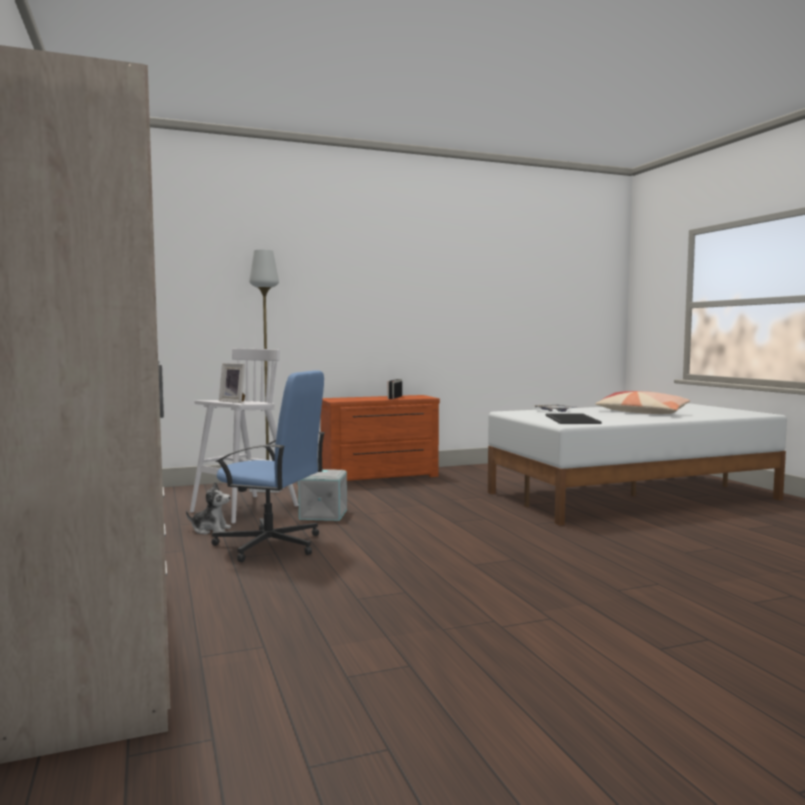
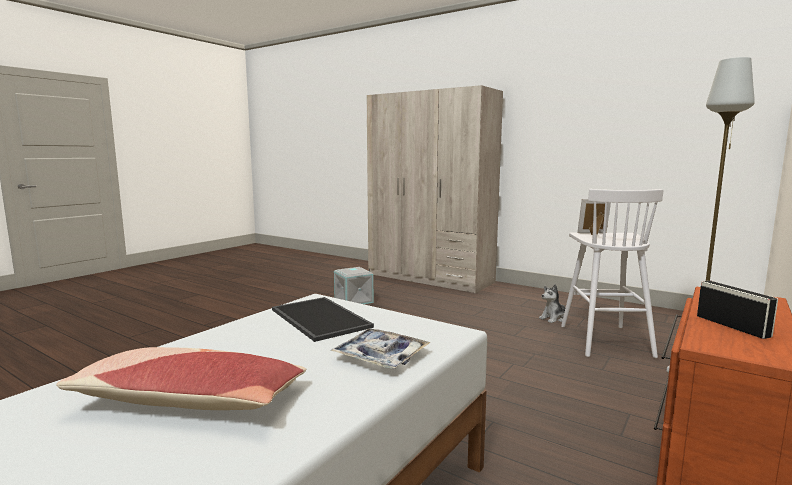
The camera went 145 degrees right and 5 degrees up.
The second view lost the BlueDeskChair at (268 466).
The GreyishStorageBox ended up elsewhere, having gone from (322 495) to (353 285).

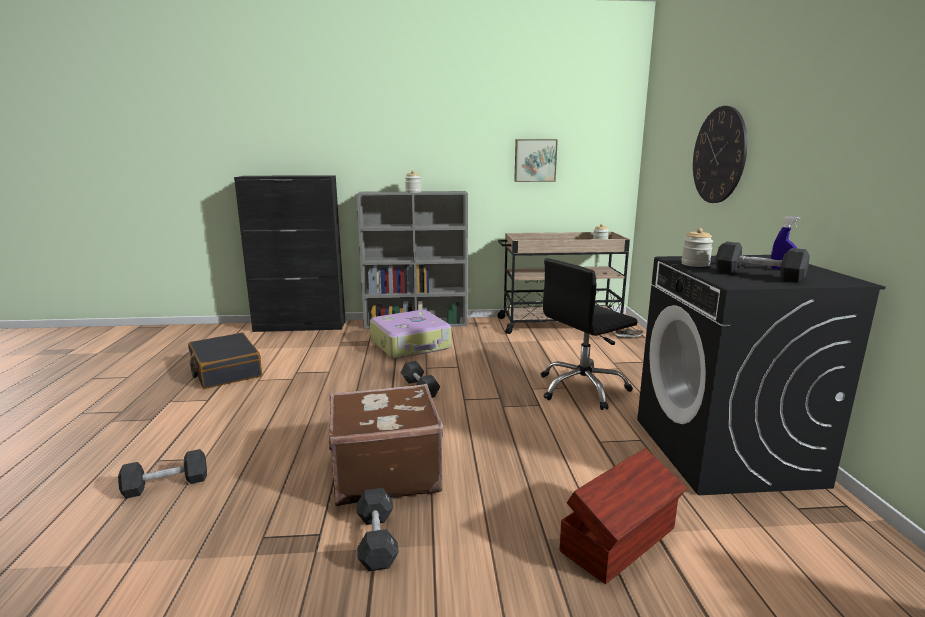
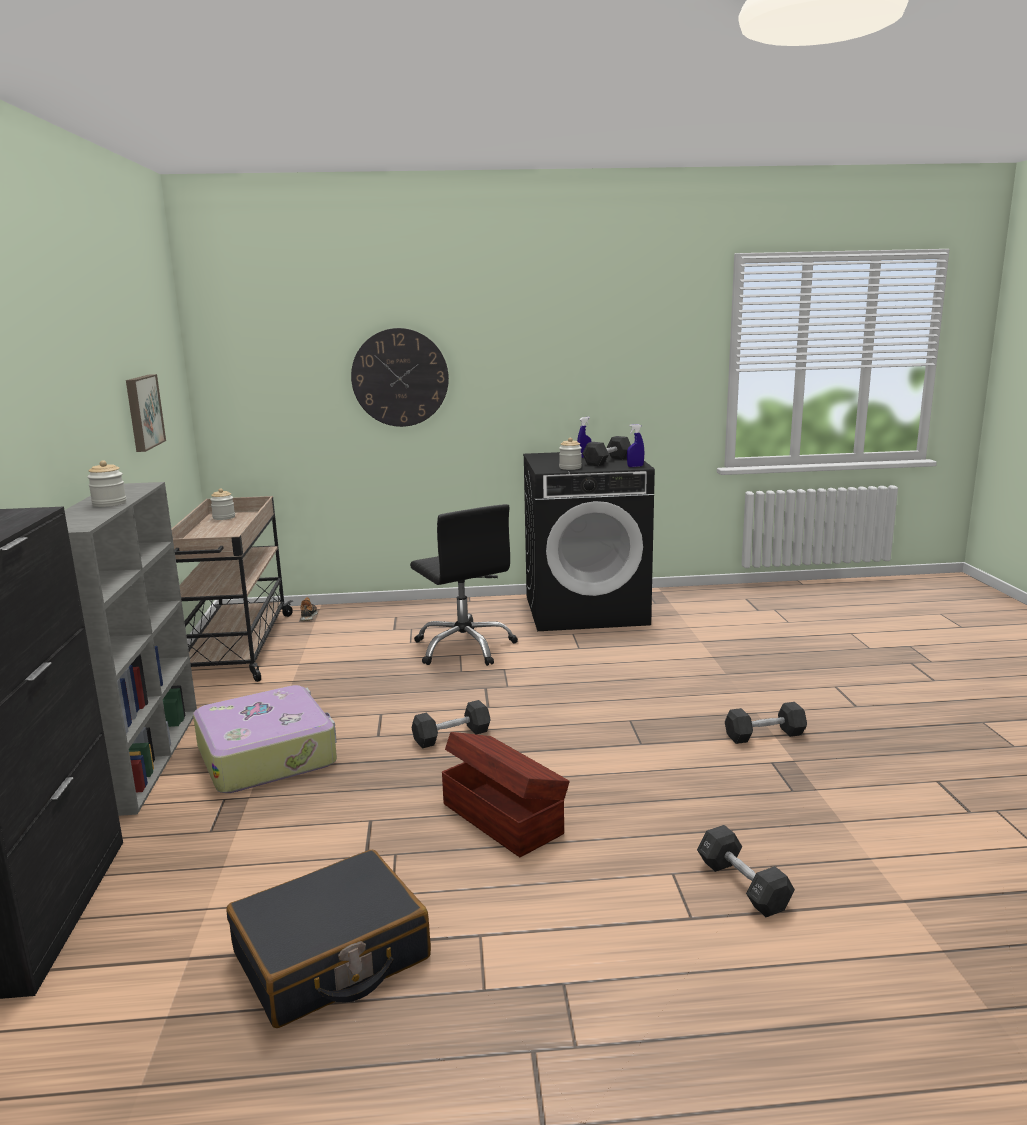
The camera went 90 degrees left and 0 degrees up.
The second view lost the BrownPieceOfLuggage at (386 445).
The BrownStorageBox ended up elsewhere, having gone from (623 516) to (506 794).
The second view gained the BlueSprayBottle at (635 445).

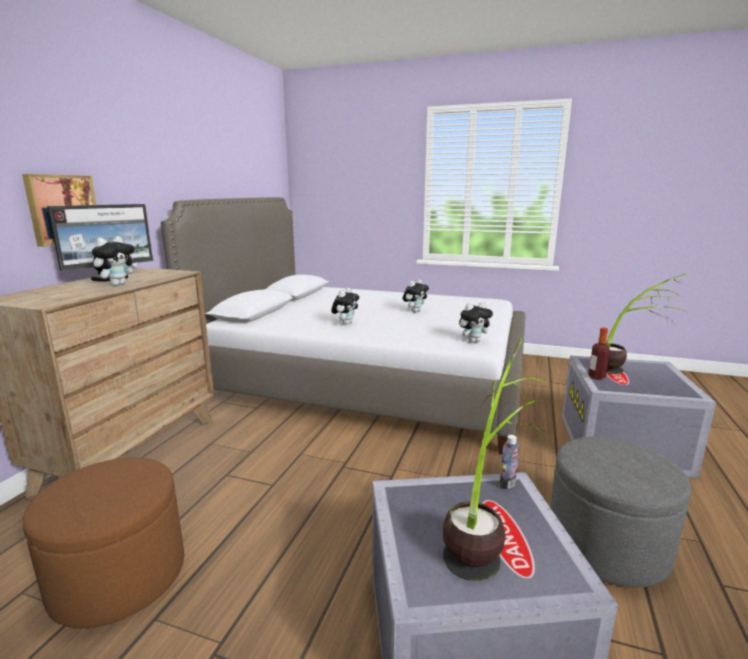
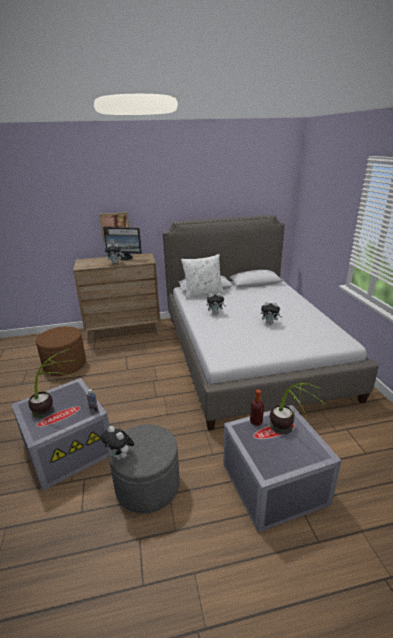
The camera went 60 degrees right and 10 degrees up.
The PlushToy ended up elsewhere, having gone from (476 322) to (117 443).
The second view gained the WhiteCushion at (202 276).

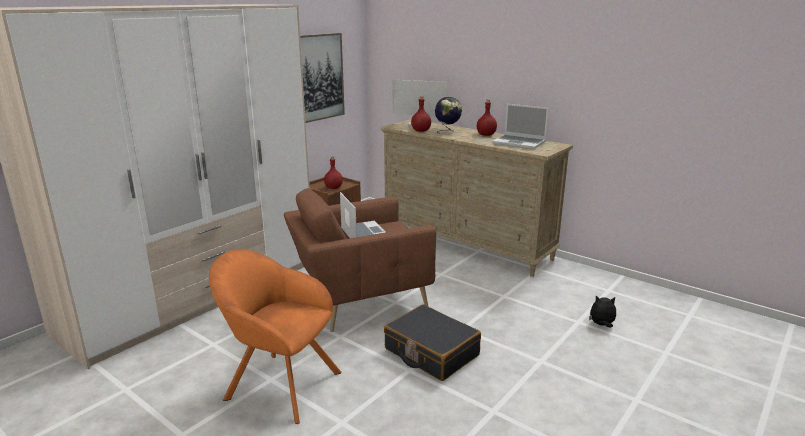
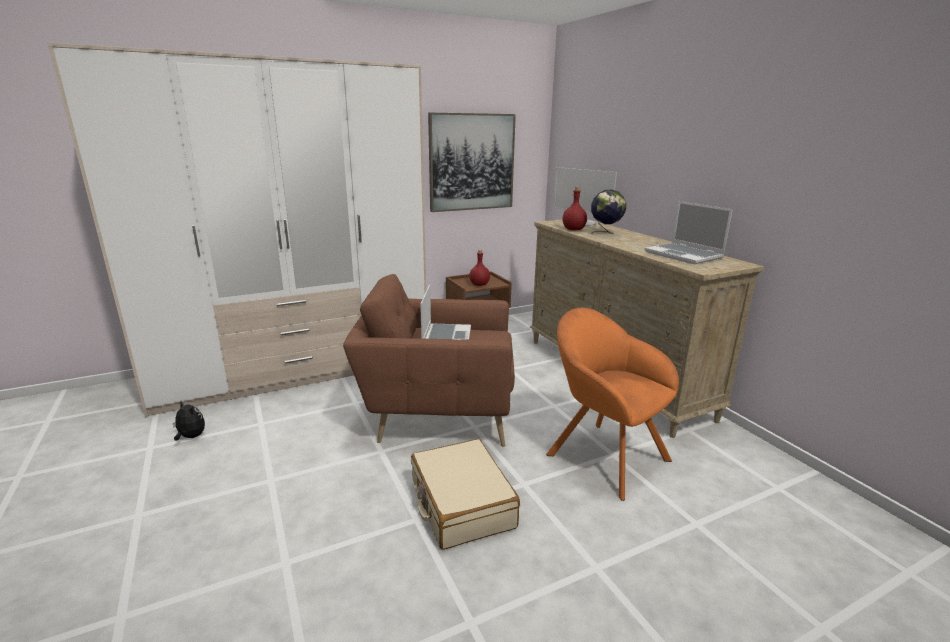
The camera went 25 degrees right and 0 degrees up.
The second view lost the ReddishBottle at (487 117).
The OrangeColouredLoungeChair ended up elsewhere, having gone from (275 336) to (612 404).
The PlushToy ended up elsewhere, having gone from (602 312) to (189 421).
What was the BlackColouredPieceOfLuggage at (432 342) turned into the BeigePieceOfLuggage at (465 494).

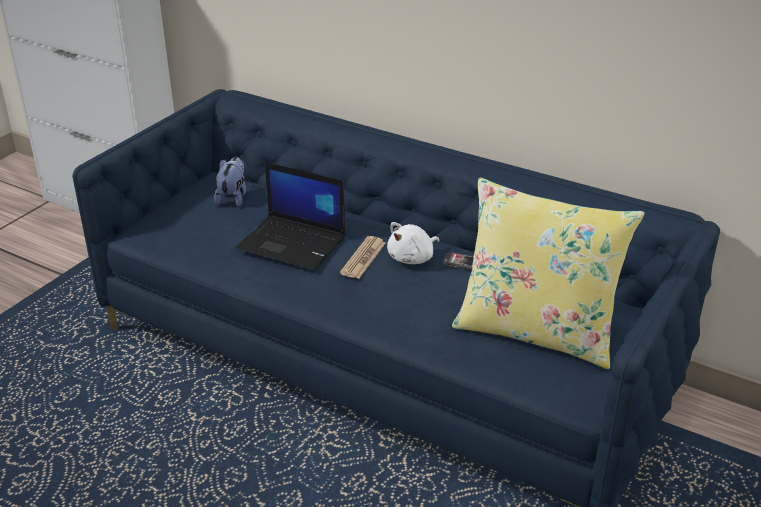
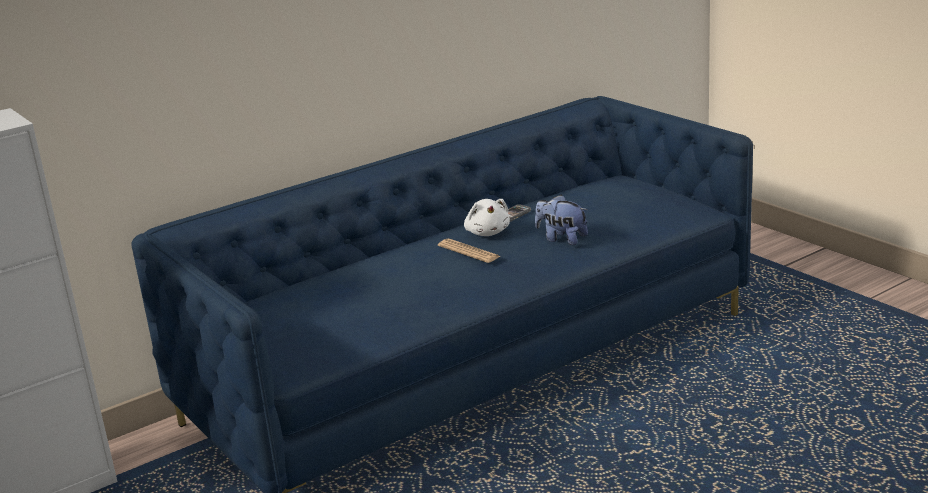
The camera went 65 degrees left and 10 degrees down.
The PlushToy ended up elsewhere, having gone from (230 182) to (561 220).
The second view lost the PortableComputer at (290 216).
The second view lost the YellowColouredCushion at (548 273).

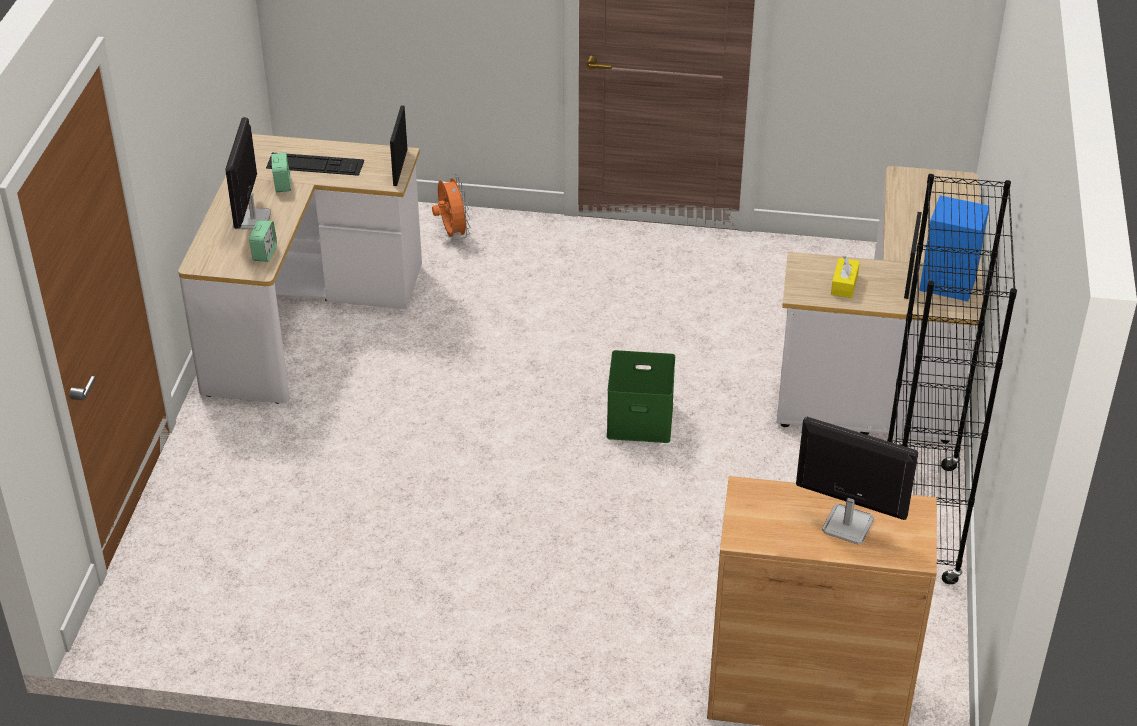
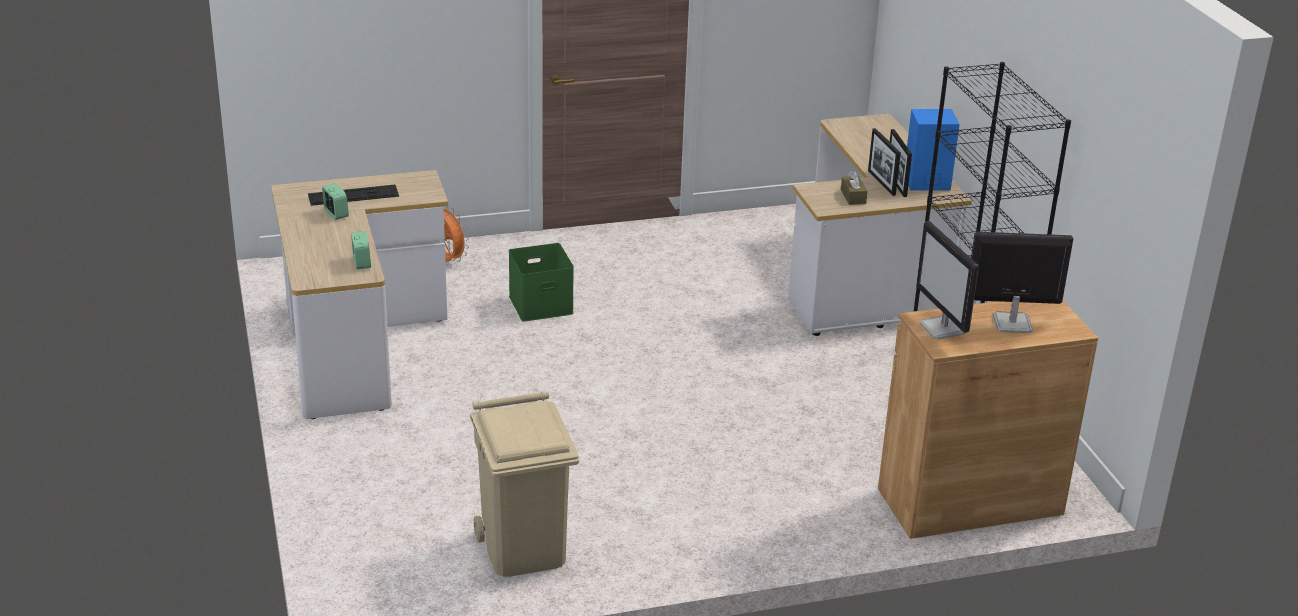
The camera went 25 degrees left and 10 degrees down.
The StandingFrame ended up elsewhere, having gone from (399 145) to (884 162).
The ComputerDisplay ended up elsewhere, having gone from (248 173) to (947 280).
What was the YellowColouredBoxOfTissues at (845 277) turned into the BrownBoxOfTissues at (854 188).
The GreenColouredStorageBox ended up elsewhere, having gone from (641 396) to (541 282).
The second view gained the BeigeWasteBin at (524 484).

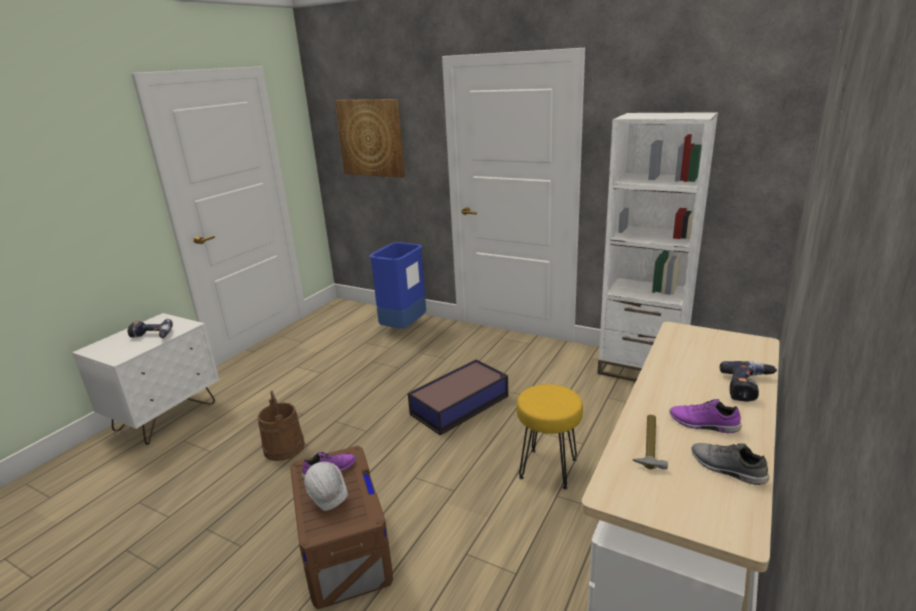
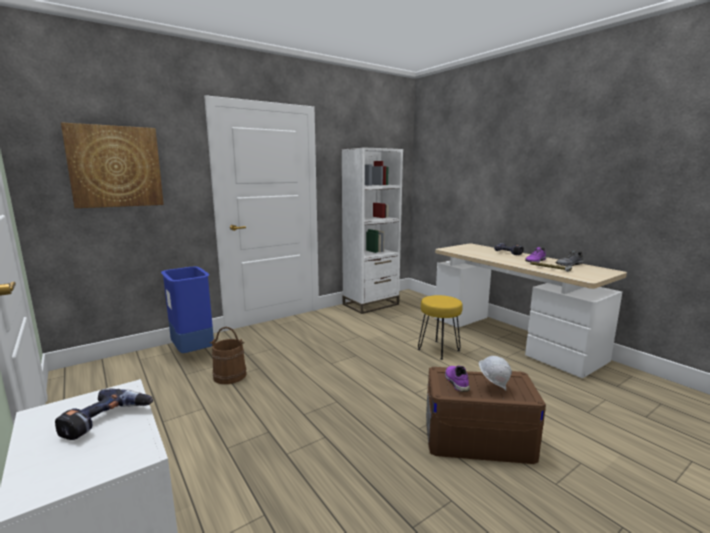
The camera went 65 degrees left and 10 degrees down.
The second view lost the StorageBox at (458 398).
The BrownPail ended up elsewhere, having gone from (281 426) to (228 355).

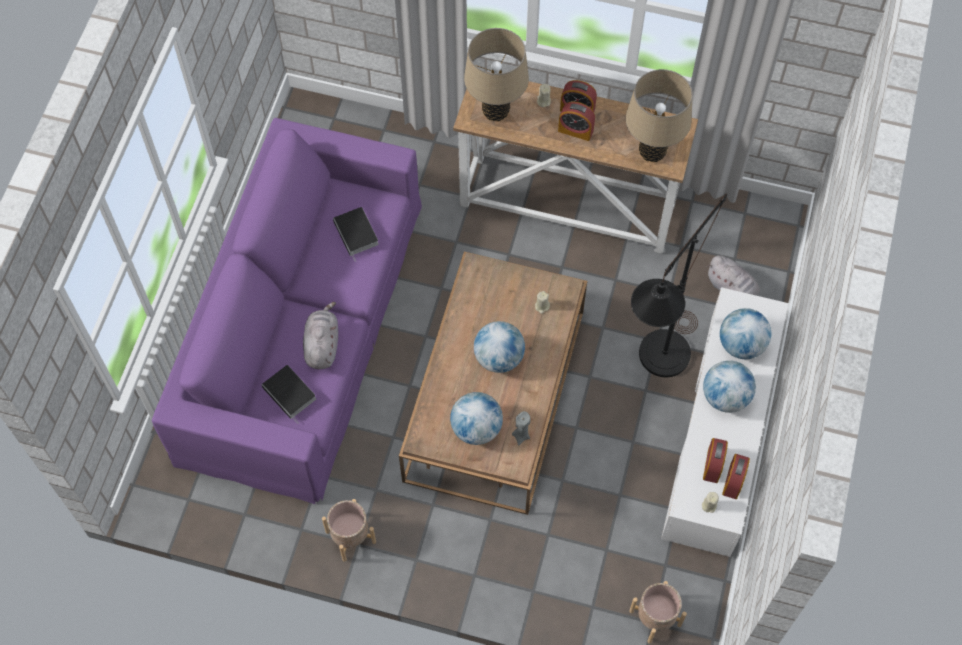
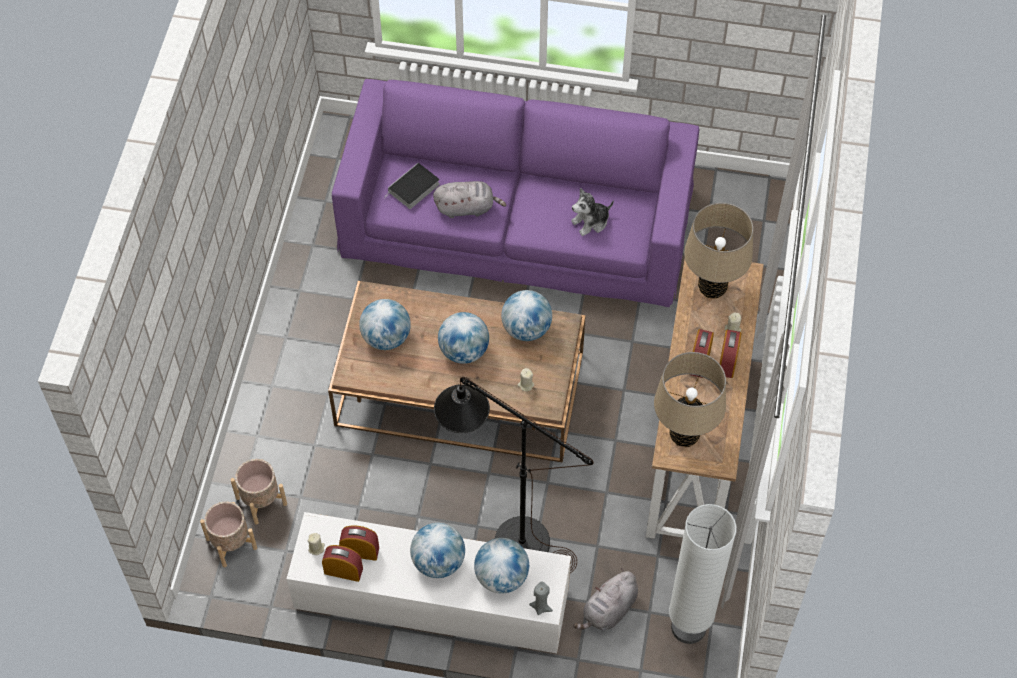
The camera went 85 degrees right and 5 degrees down.
Where the Book stood at (356 234), the PlushToy came to stand at (592 212).
The GreyishWaxCandle ended up elsewhere, having gone from (521 428) to (541 598).
The BeigeFlowerPot ended up elsewhere, having gone from (349 530) to (259 492).
The second view gained the DeskGlobe at (526 315).
The second view gained the WhiteStandingLamp at (703 574).

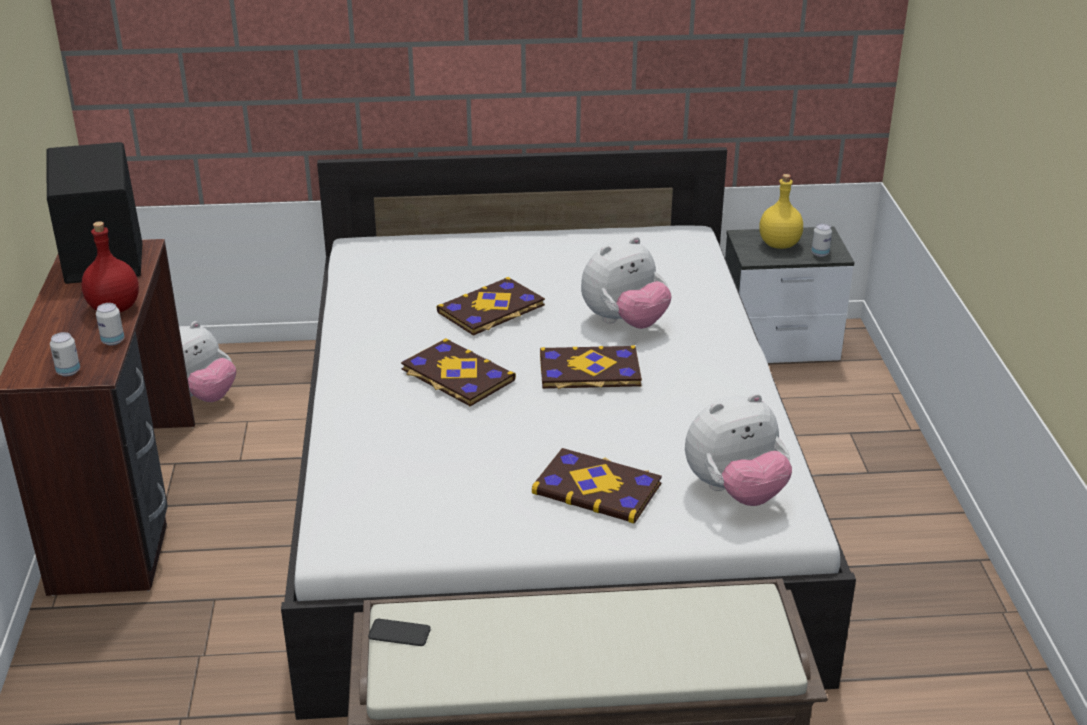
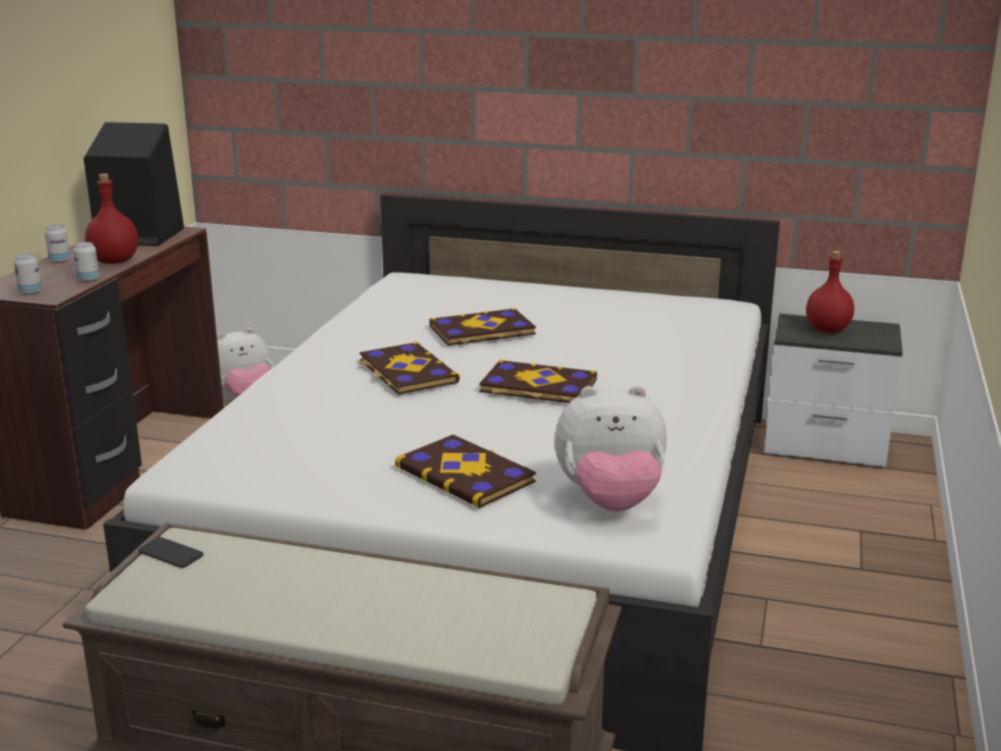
The camera went 20 degrees right and 10 degrees down.
What was the YellowColouredBottle at (781 211) turned into the ReddishBottle at (830 292).
The Can ended up elsewhere, having gone from (822 240) to (57 244).
The second view lost the PlushToy at (626 282).

